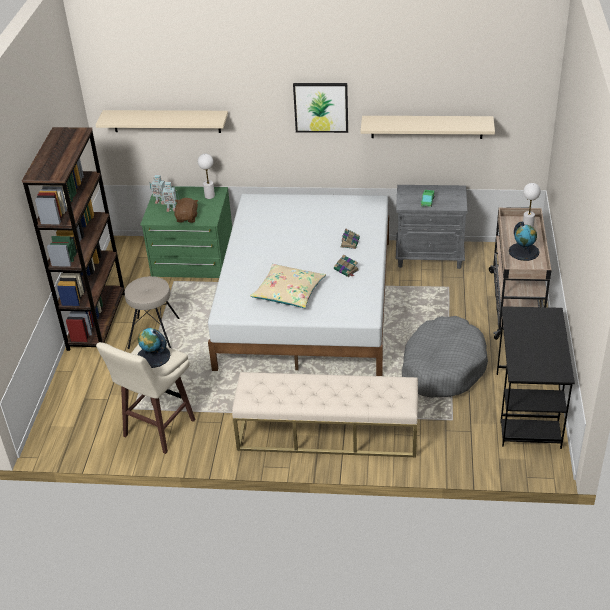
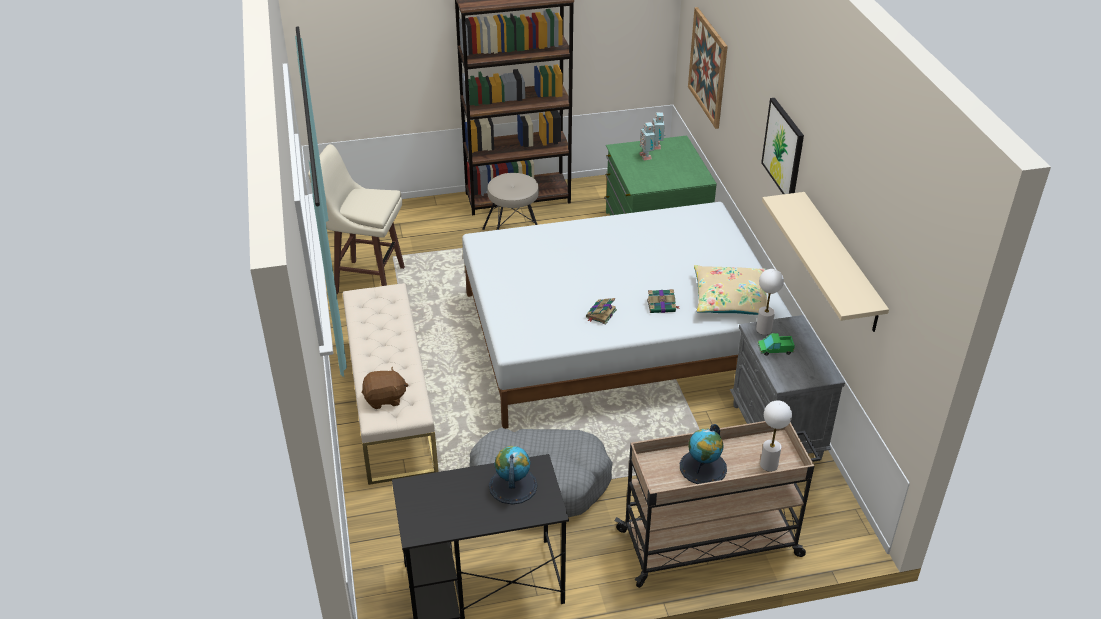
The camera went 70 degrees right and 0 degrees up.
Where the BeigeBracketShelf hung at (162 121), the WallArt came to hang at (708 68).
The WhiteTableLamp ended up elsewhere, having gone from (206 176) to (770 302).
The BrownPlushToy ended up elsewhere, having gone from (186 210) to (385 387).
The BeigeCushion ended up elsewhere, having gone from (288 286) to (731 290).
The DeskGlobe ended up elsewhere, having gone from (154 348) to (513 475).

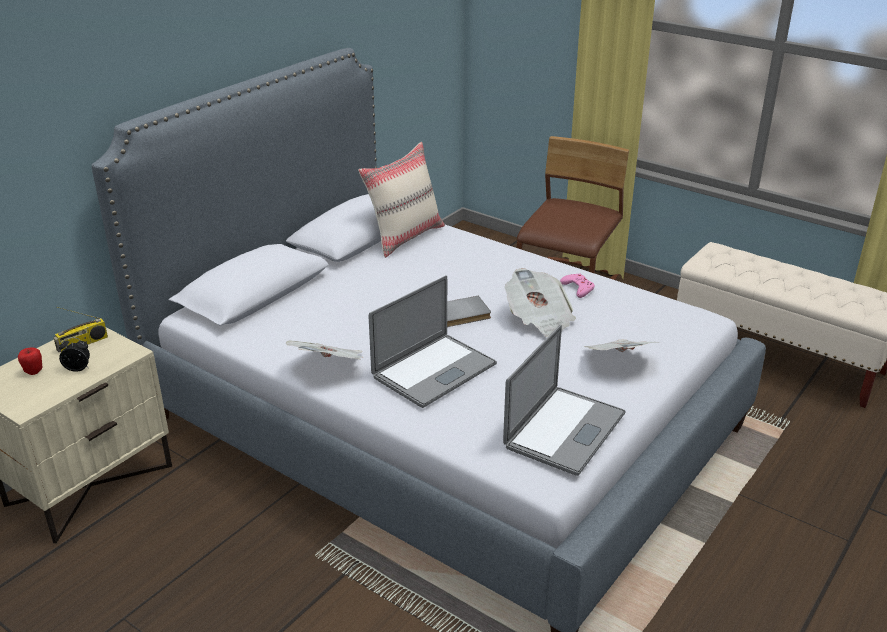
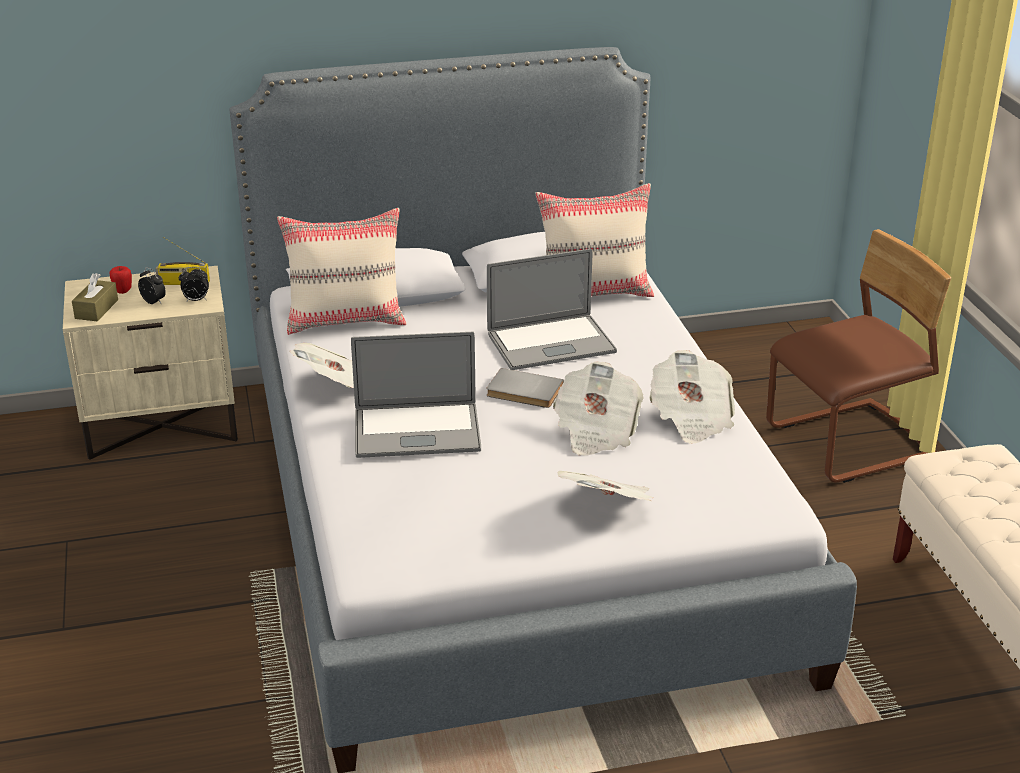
The camera went 40 degrees right and 0 degrees up.
Where the PinkGameController stood at (577 285), the Newspaper came to stand at (692 397).
The PortableComputer ended up elsewhere, having gone from (564 400) to (552 309).
The second view gained the BeigeCushion at (342 271).
The second view gained the AlarmClock at (194 284).
The second view gained the BrownBoxOfTissues at (95 297).

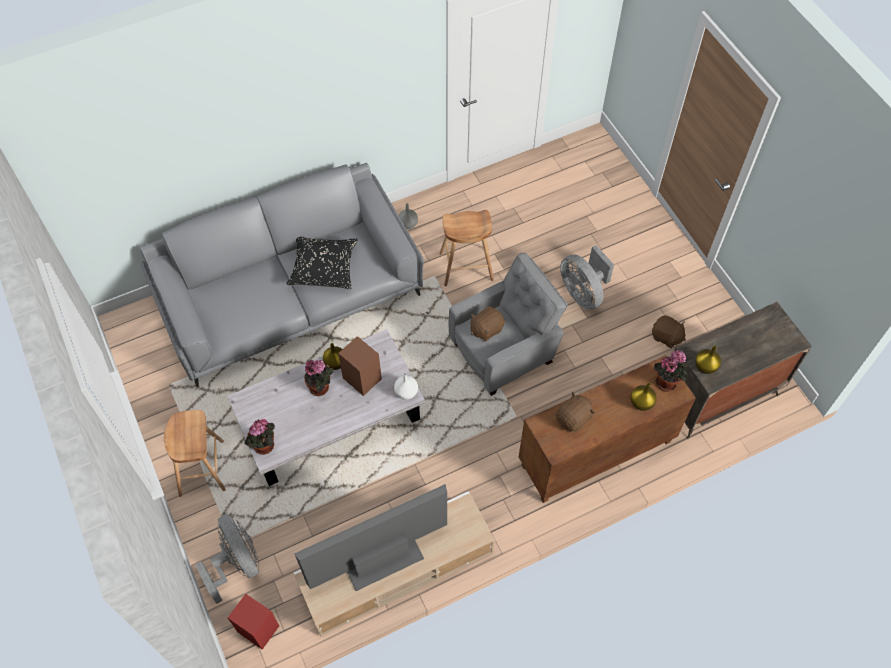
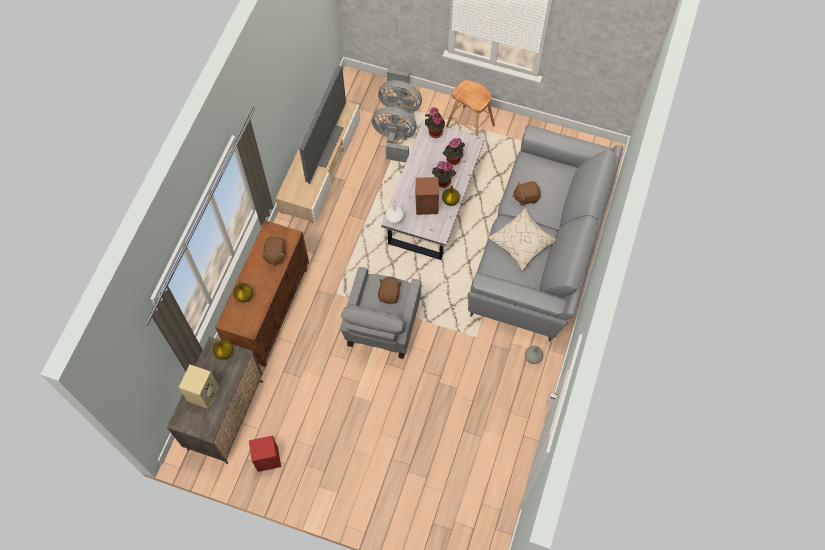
The camera went 135 degrees right and 5 degrees up.
The second view lost the BrownStoolSeat at (466 248).
What was the BlackColouredCushion at (322 263) turned into the BeigeCushion at (521 239).
The GreyishElectricFan ended up elsewhere, having gone from (587 277) to (394 135).
The BrownPlushToy ended up elsewhere, having gone from (669 332) to (527 193).
The PottedPlant ended up elsewhere, having gone from (671 371) to (454 151).
The ReddishLoudspeaker ended up elsewhere, having gone from (253 622) to (265 453).
The second view gained the BeigeLoudspeaker at (199 387).

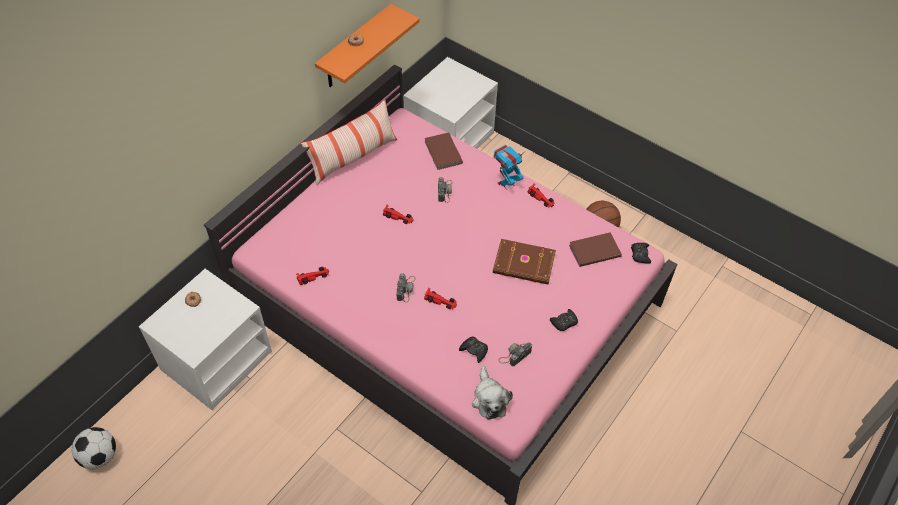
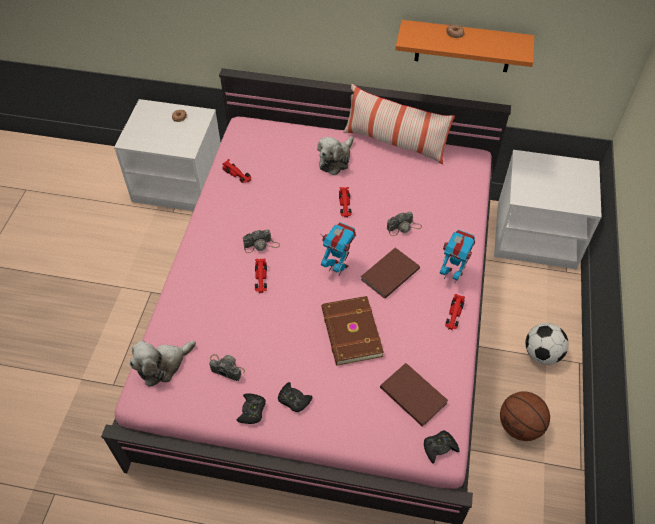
The camera went 65 degrees right and 0 degrees up.
The BrownBook ended up elsewhere, having gone from (443 151) to (390 273).
The BlackColouredGameController ended up elsewhere, having gone from (473 350) to (251 408).
The BallForFootball ended up elsewhere, having gone from (94 448) to (547 344).
The second view gained the PlushToy at (335 156).
The second view gained the ToyRobot at (338 248).

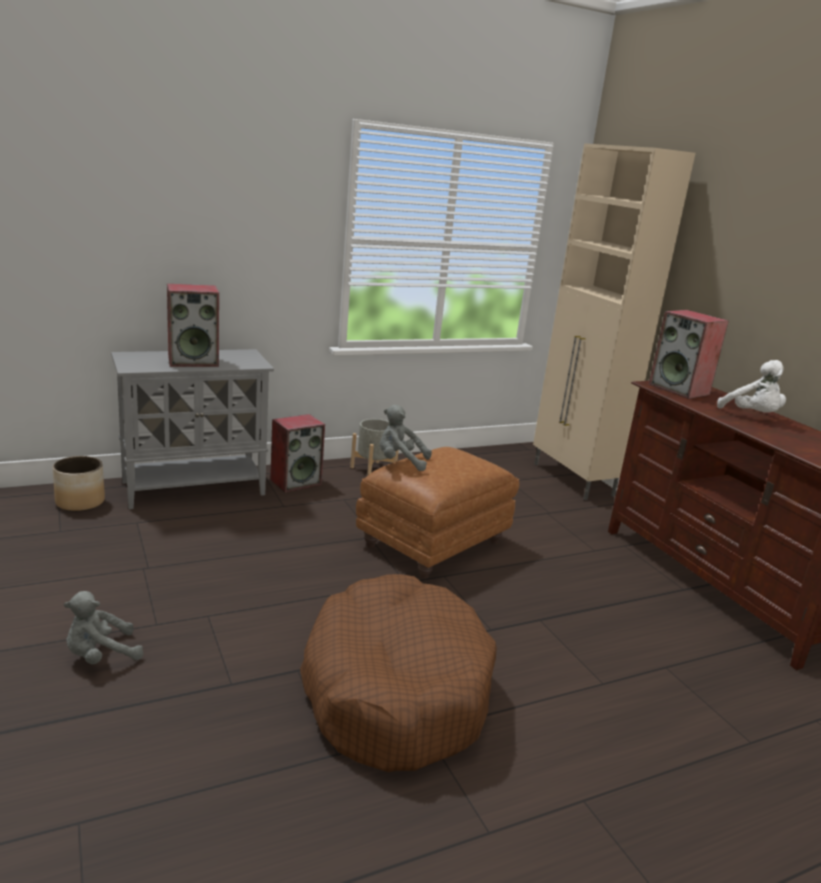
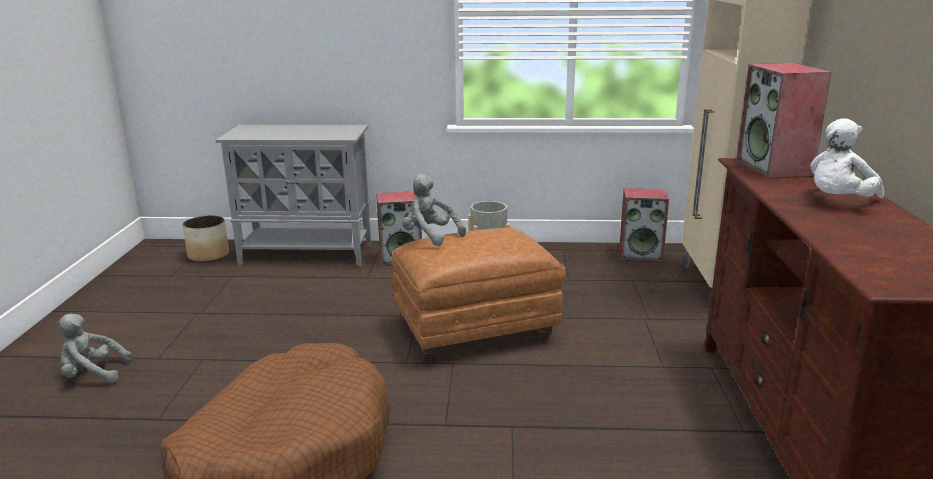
The camera went 30 degrees right and 0 degrees up.
The Loudspeaker ended up elsewhere, having gone from (193 325) to (644 225).
The WhitePlushToy at (751 386) ended up facing another way, 45 degrees clockwise from before.

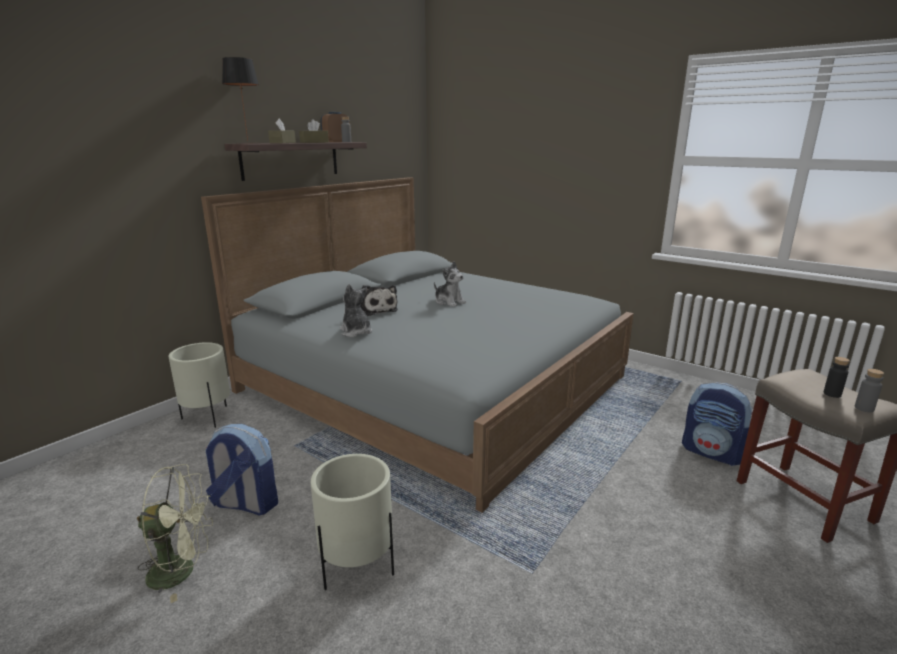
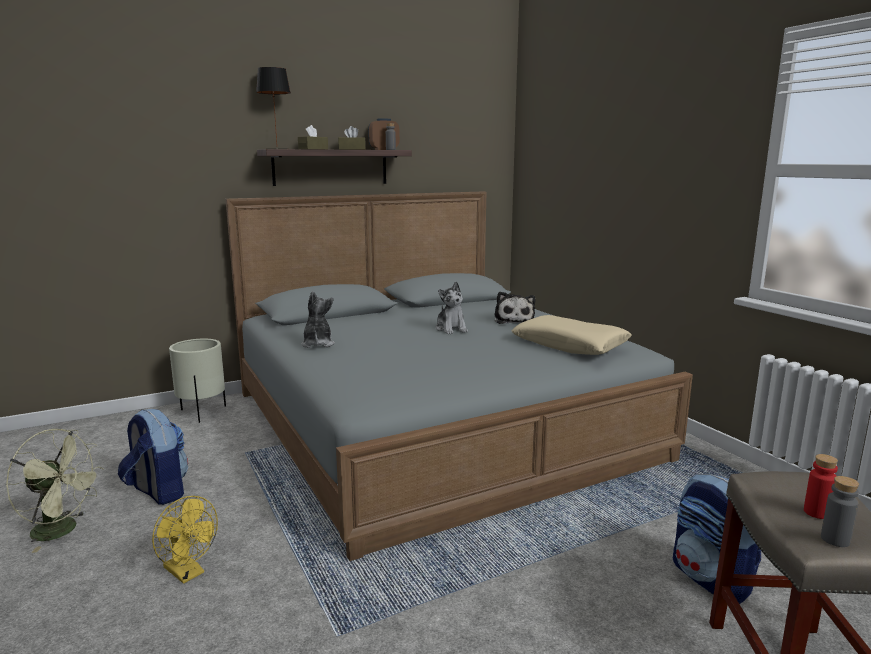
The camera went 25 degrees right and 5 degrees down.
The PlushToy ended up elsewhere, having gone from (379 300) to (515 308).
What was the BlackColouredBottle at (837 377) turned into the ReddishBottle at (821 486).
Where the BeigeFlowerPot stood at (352 522), the YellowColouredElectricFan came to stand at (185 540).
The second view gained the BeigeCushion at (572 335).

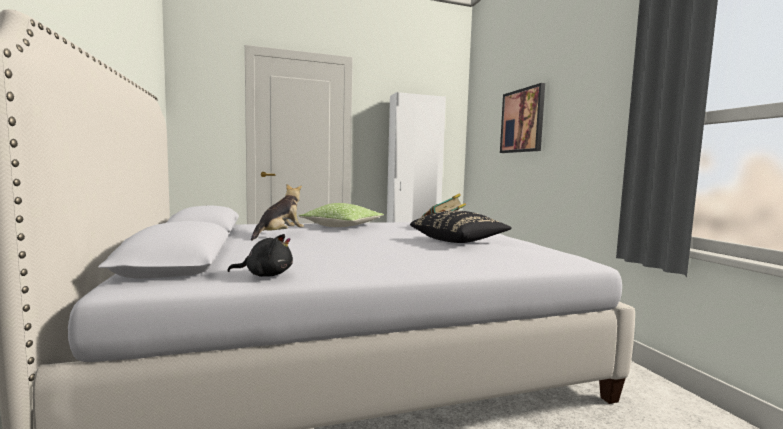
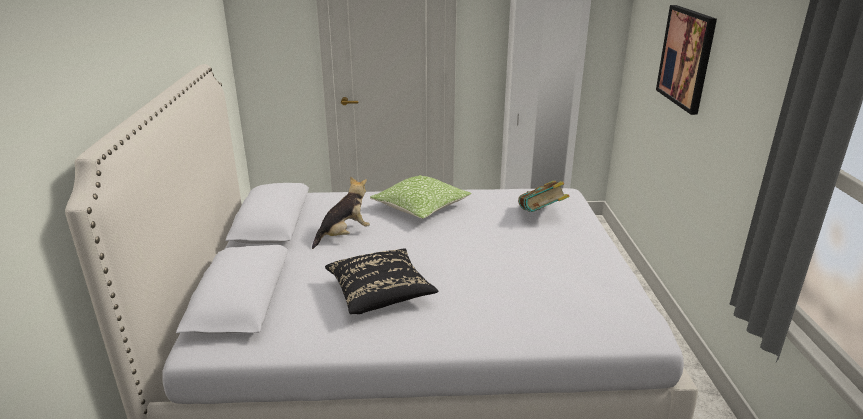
The camera went 15 degrees right and 20 degrees up.
The BlackColouredCushion ended up elsewhere, having gone from (461 227) to (381 281).
The second view lost the BlackColouredPlushToy at (260 255).

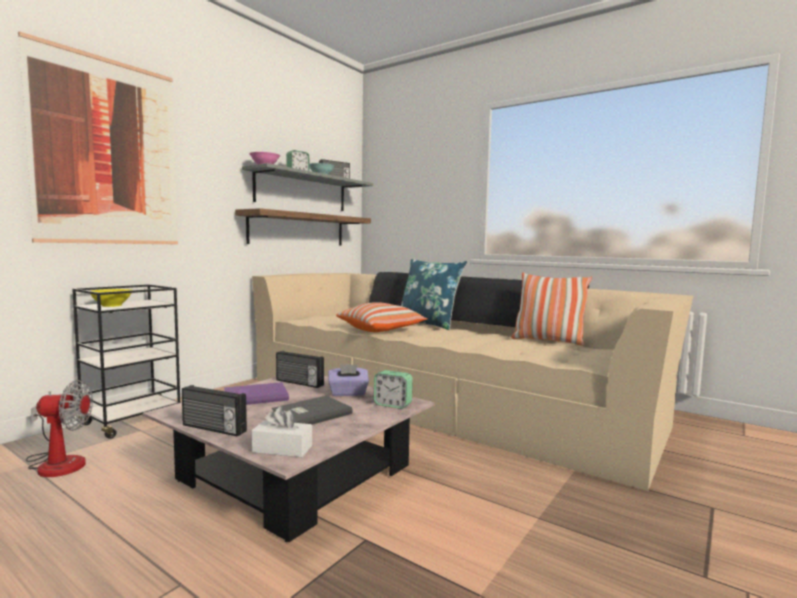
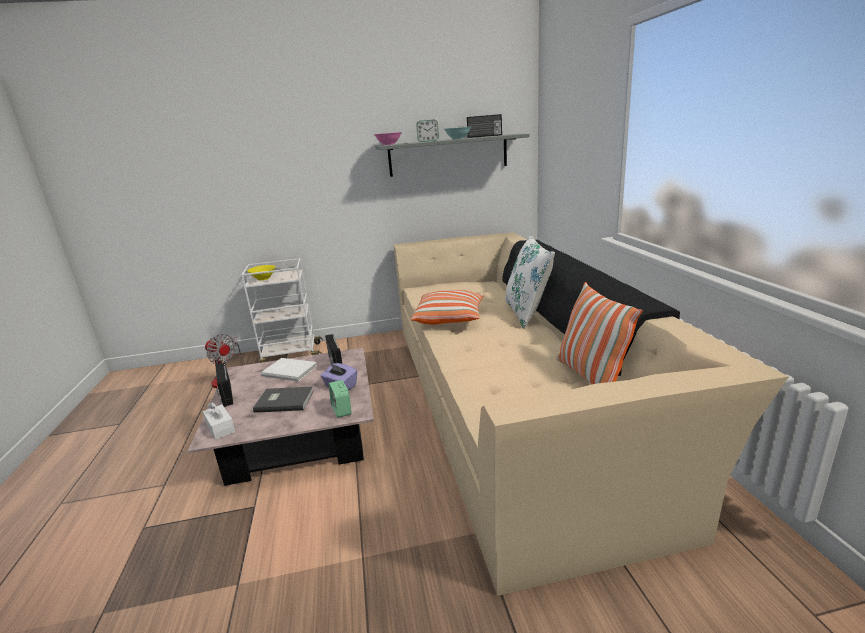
The camera went 45 degrees right and 15 degrees up.
The second view lost the WallArt at (98 137).
The second view lost the BracketShelf at (303 226).
What was the BlueCushion at (434 294) turned into the WhiteCushion at (530 282).
What was the BlackColouredWheeledCart at (126 361) turned into the WhiteWheeledCart at (282 310).
What was the PurpleColouredBook at (256 393) turned into the WhiteBook at (289 369).

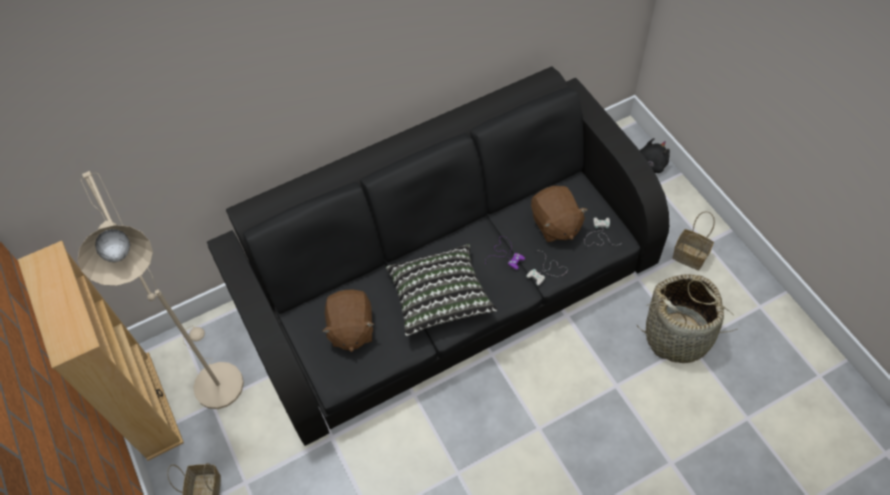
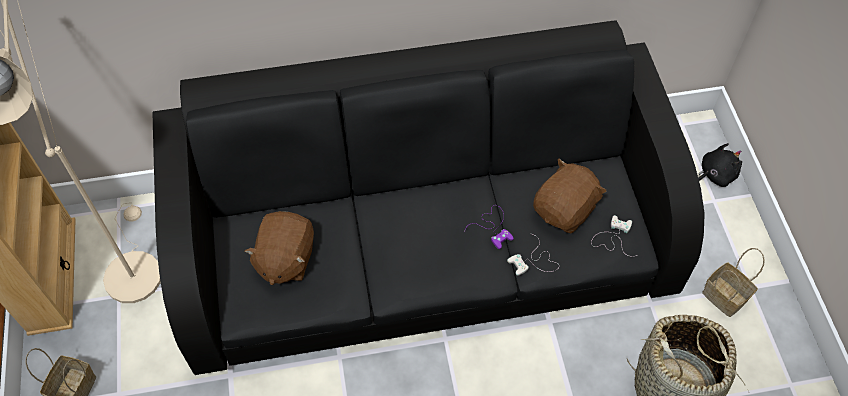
The camera went 15 degrees right and 0 degrees up.
The BrownPlushToy at (559 214) ended up facing another way, 135 degrees counterclockwise from before.
The second view lost the Cushion at (441 290).

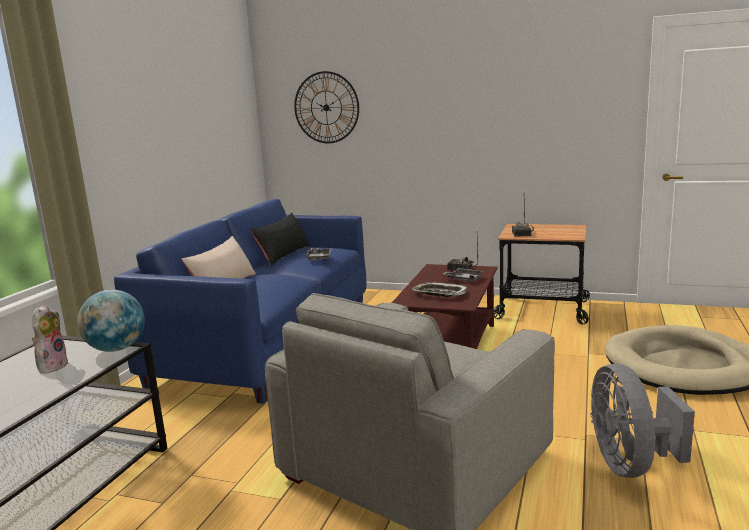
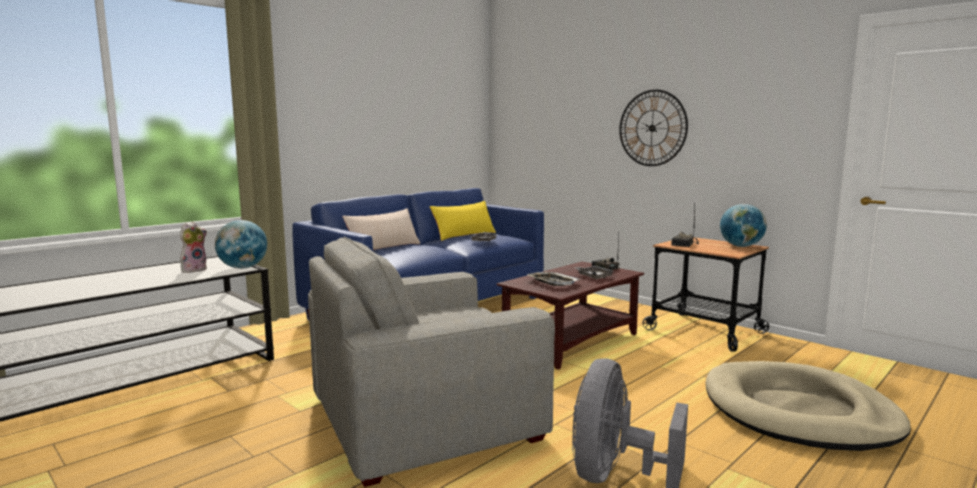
The camera went 25 degrees right and 5 degrees down.
The ClockOnTheWall ended up elsewhere, having gone from (326 107) to (653 128).
What was the BlackColouredCushion at (280 239) turned into the YellowColouredCushion at (463 221).
The second view gained the DeskGlobe at (743 225).

